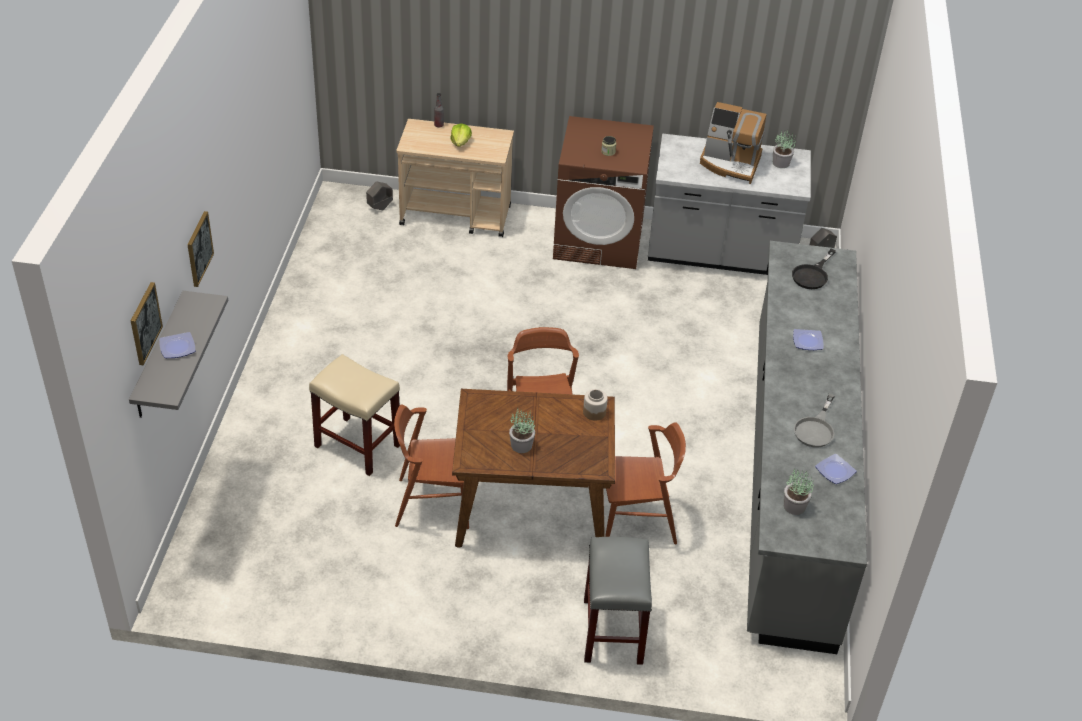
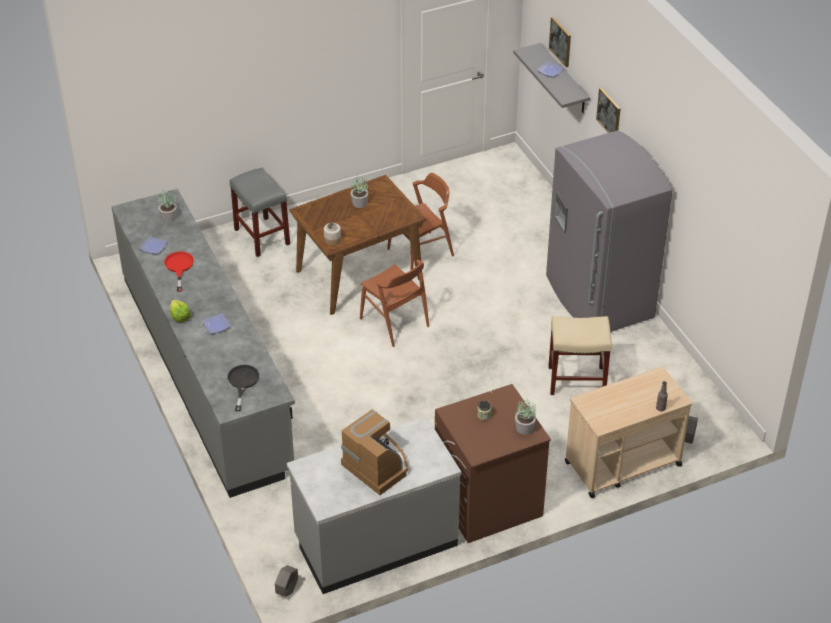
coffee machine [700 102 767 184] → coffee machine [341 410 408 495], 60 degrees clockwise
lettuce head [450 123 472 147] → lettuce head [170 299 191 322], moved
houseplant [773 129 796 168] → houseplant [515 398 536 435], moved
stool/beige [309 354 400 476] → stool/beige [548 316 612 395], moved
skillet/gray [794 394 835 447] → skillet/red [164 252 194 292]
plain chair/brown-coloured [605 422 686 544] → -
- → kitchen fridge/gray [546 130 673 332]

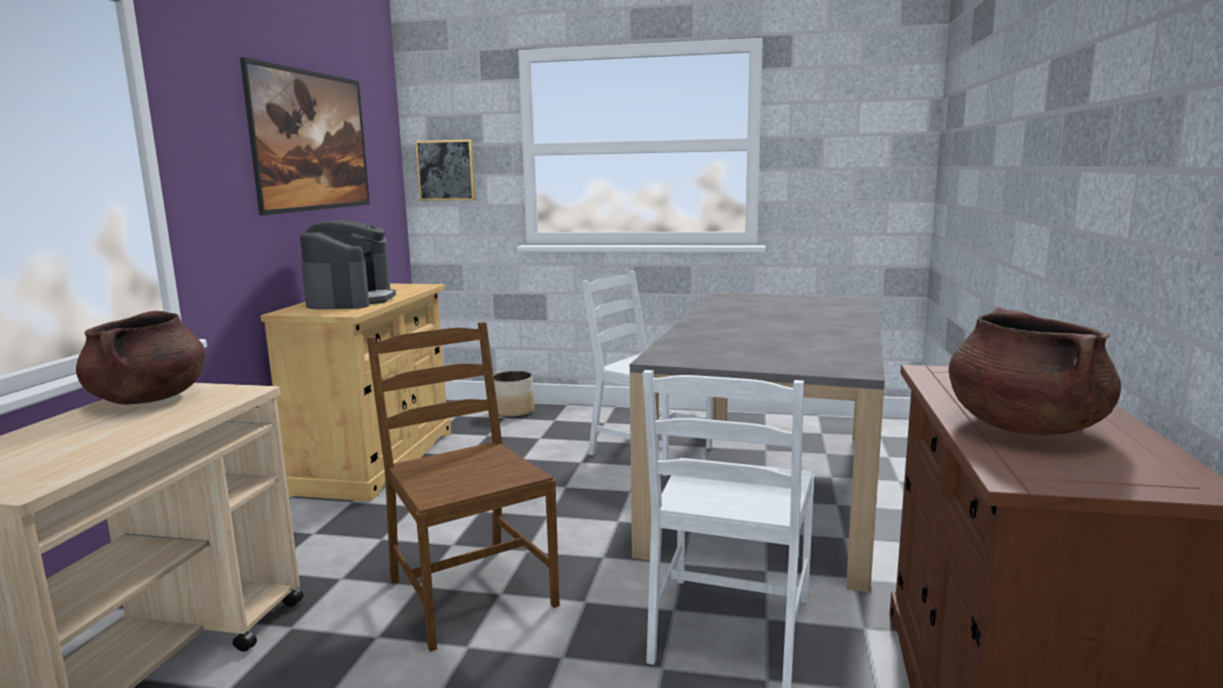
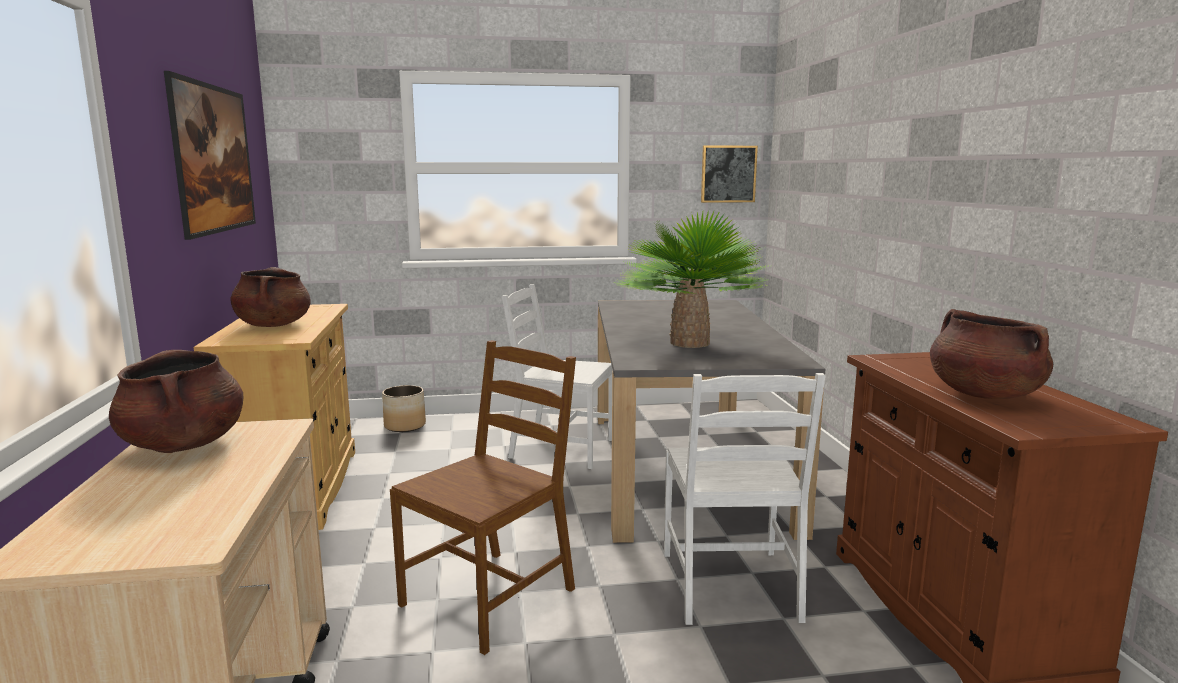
wall art [415 139 476 201] → wall art [701 145 758 203], moved
coffee machine [300 220 396 309] → saucepot/brown-coloured [230 267 310 327]
plain chair/brown-coloured [367 322 560 652] → plain chair/brown-coloured [390 340 576 655], 90 degrees clockwise
- → houseplant [615 210 772 348]

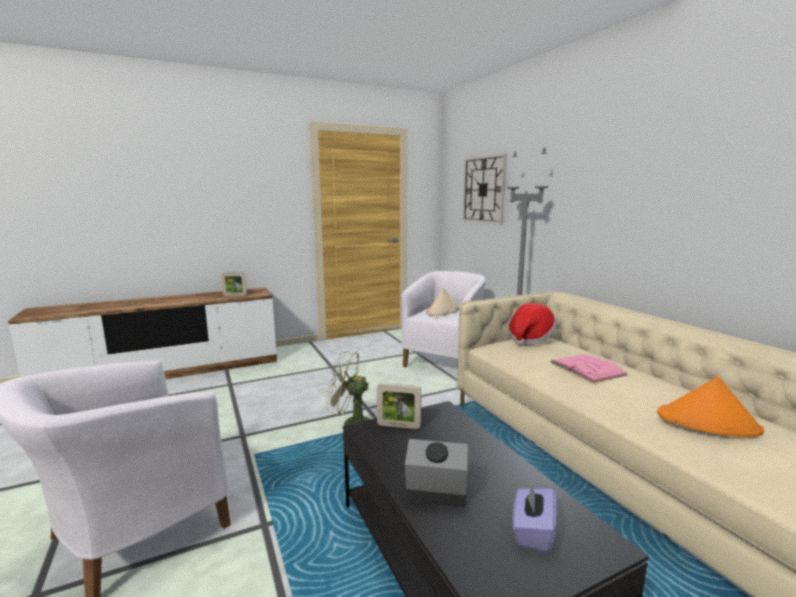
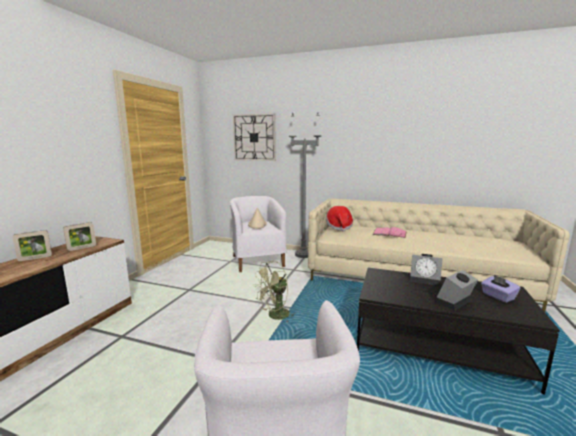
wearable hat/orange [657 376 764 437] → -
standing frame [377 383 421 429] → standing frame [12 230 52 261], moved
- → bedside clock [410 254 443 286]

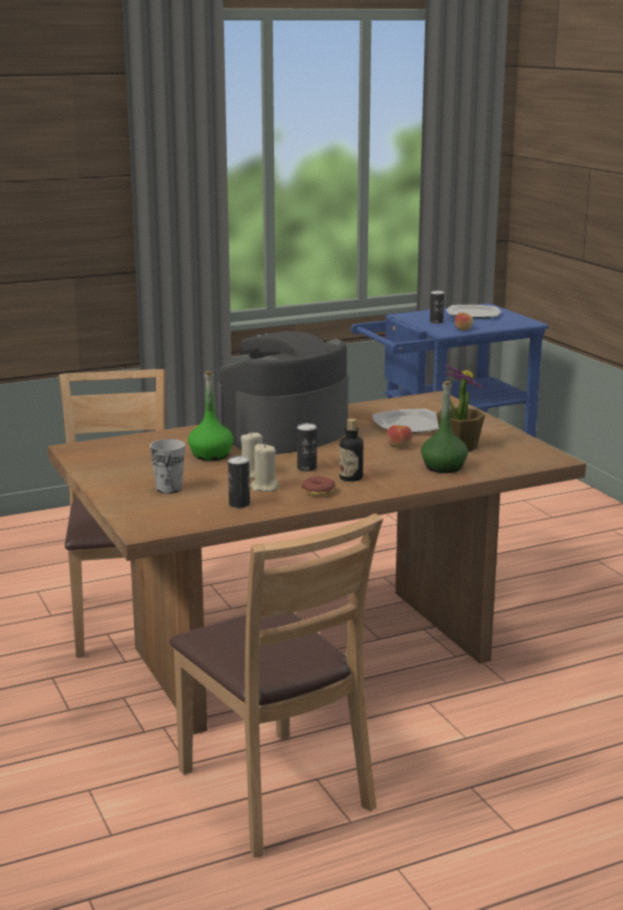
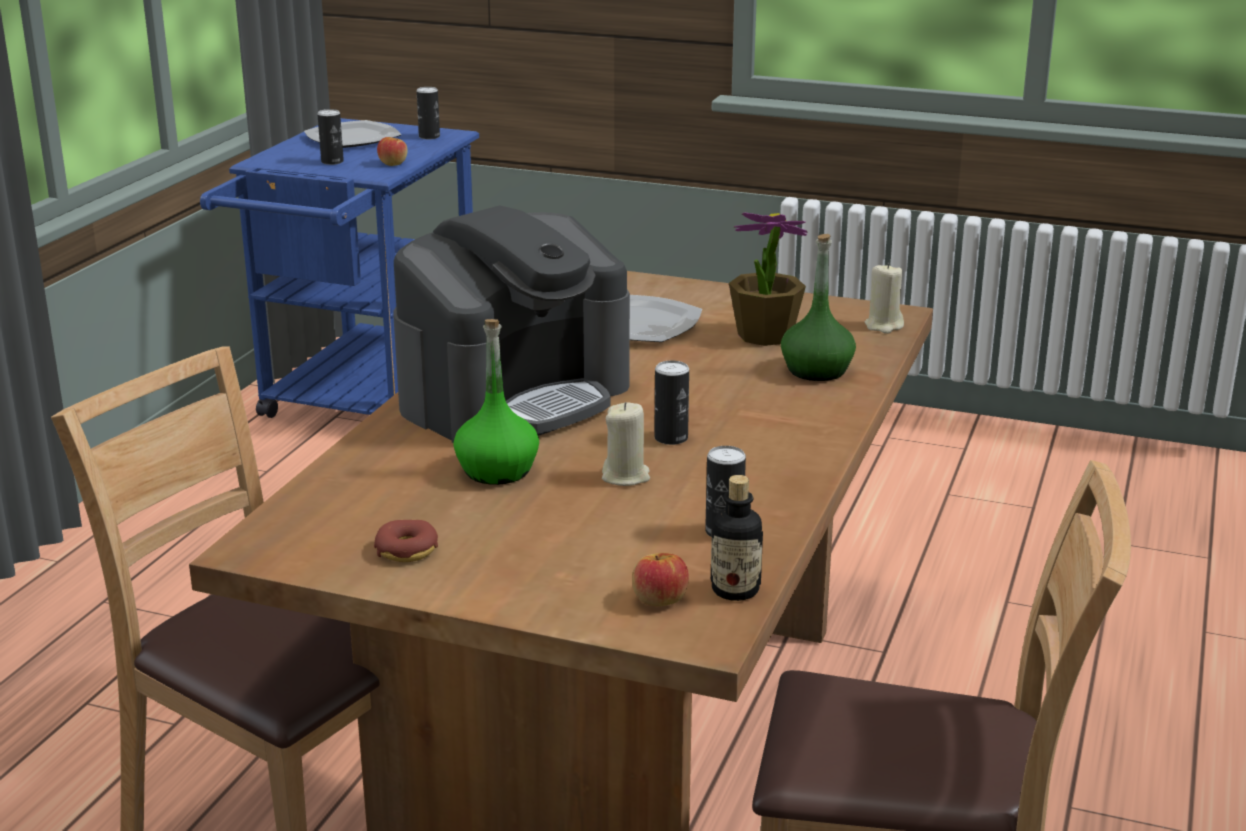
coffee machine [218 331 348 454] → coffee machine [393 205 630 443], 135 degrees counterclockwise
drink bottle [339 419 363 482] → drink bottle [711 475 763 601], moved
whole apple [386 425 412 448] → whole apple [632 553 689 606], moved
drinking cup [150 439 185 494] → -
candle/beige [251 443 279 492] → candle/beige [865 263 904 334], moved
donut [302 476 335 496] → donut [374 520 438 562], moved
- → can [417 87 440 139]

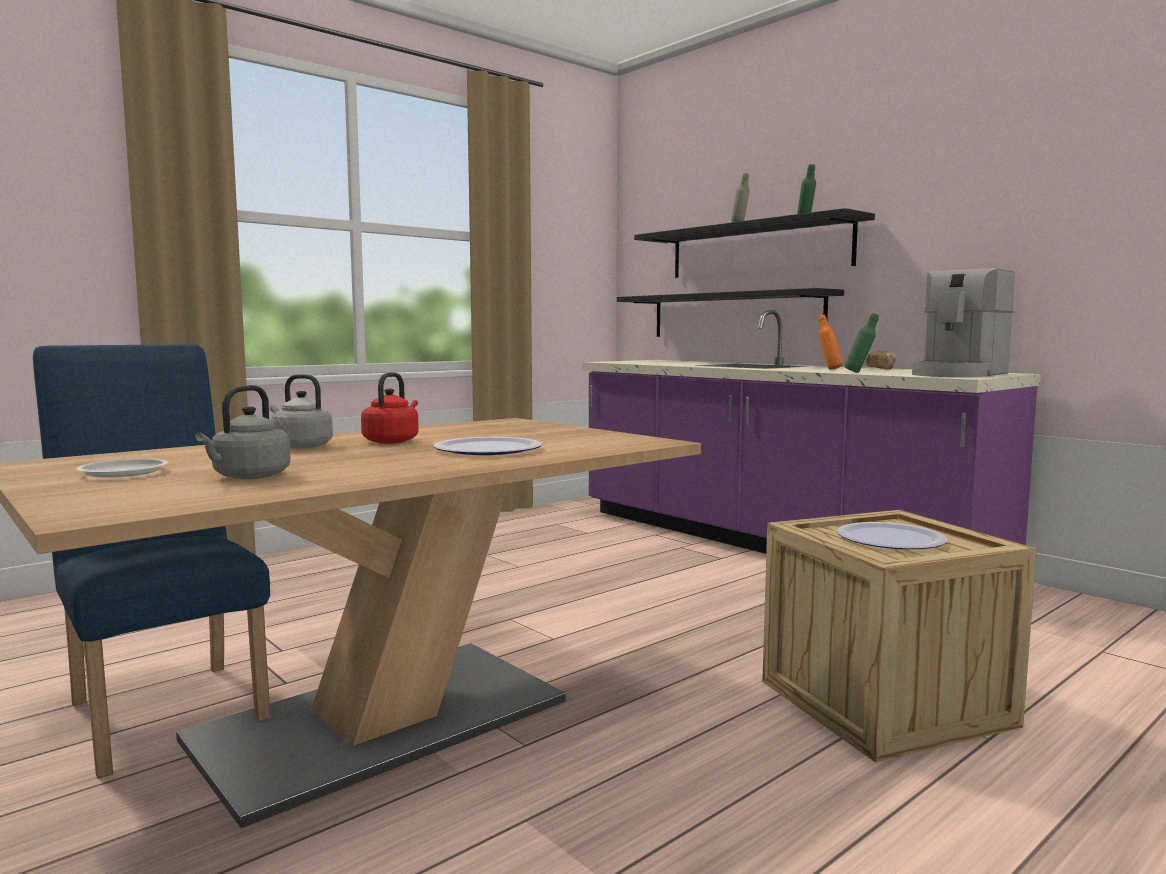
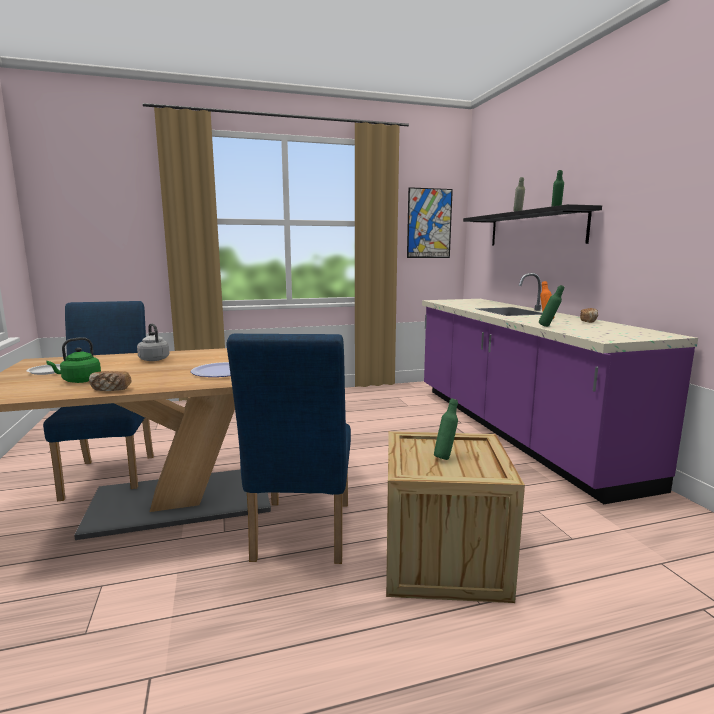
coffee machine [909 268 1015 377] → -
shelf/black [617 288 844 337] → -
kettle/red [361 373 419 444] → -
kettle/gray [195 385 291 479] → kettle/green [46 337 101 383]
plate [837 522 948 549] → drink bottle/green [434 398 458 460]
- → wall art [407 187 453 258]
- → plain chair/blue-coloured [226 334 351 564]
- → baked bread [89 371 131 391]

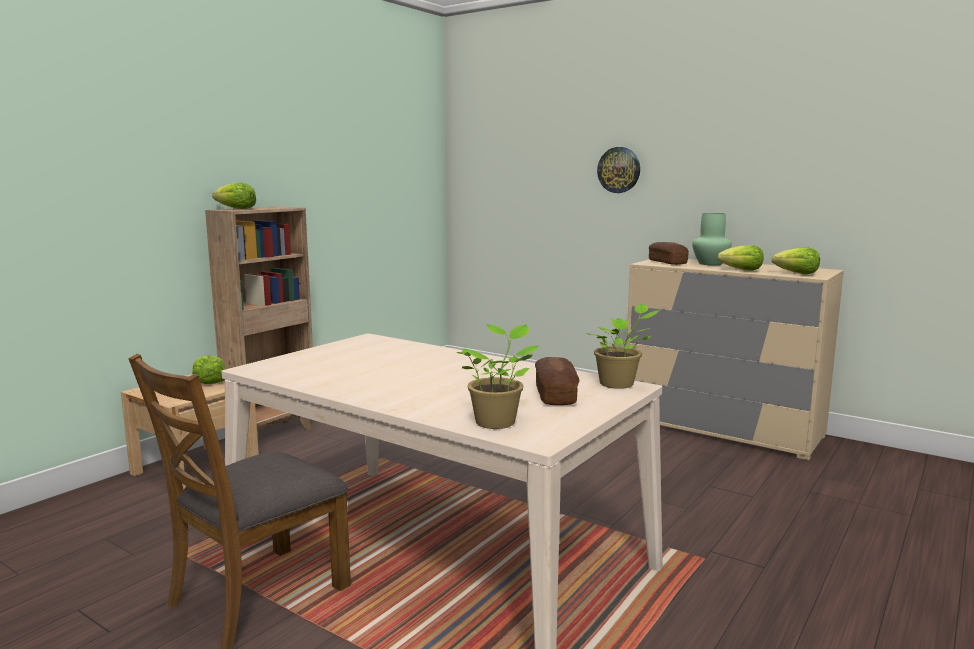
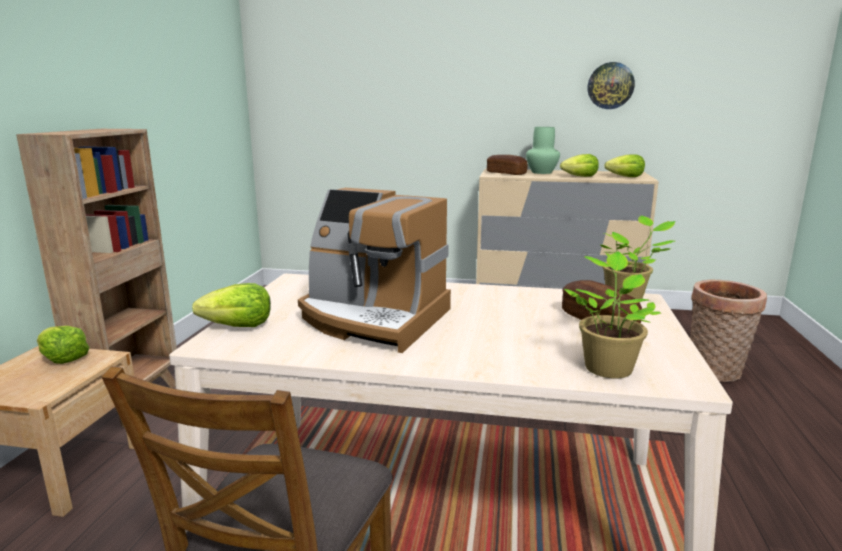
wall clock [597 147 640 193] → wall clock [588 62 635 109], moved
lettuce head [212 183 256 209] → lettuce head [192 283 271 327], moved
- → coffee machine [298 188 451 353]
- → basket [690 280 767 382]

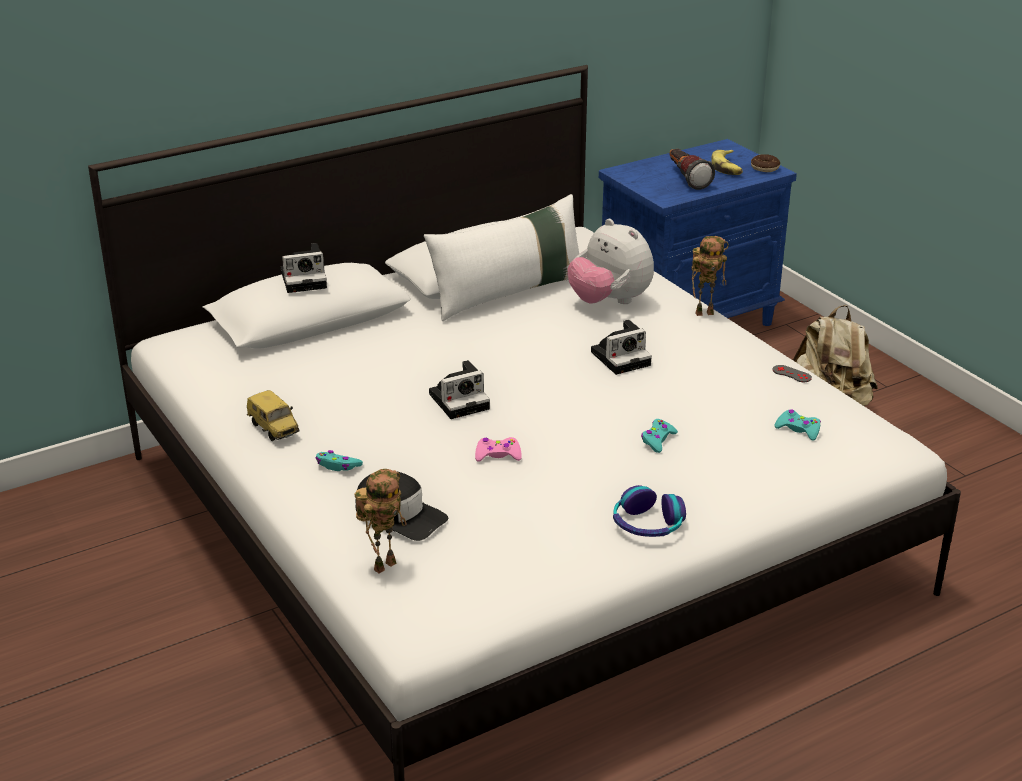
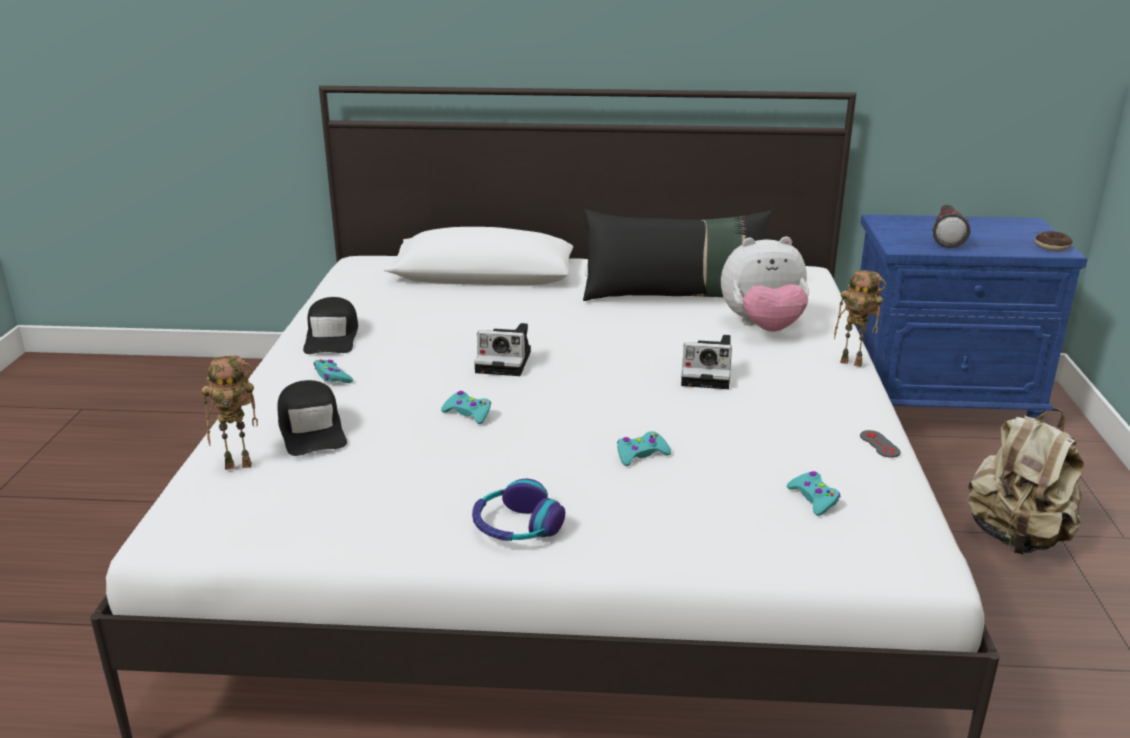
banana [711 150 743 175] → -
pillow/whitish [424 194 579 321] → pillow/black [583 209 771 301]
plush toy [567 219 654 304] → plush toy [721 236 809 332], 90 degrees counterclockwise
still camera [281 243 327 293] → -
miniature car [247 390 299 441] → cap/black [303 297 358 354]
joypad/pink-coloured [475 437 522 462] → joypad/turquoise [441 391 492 424]

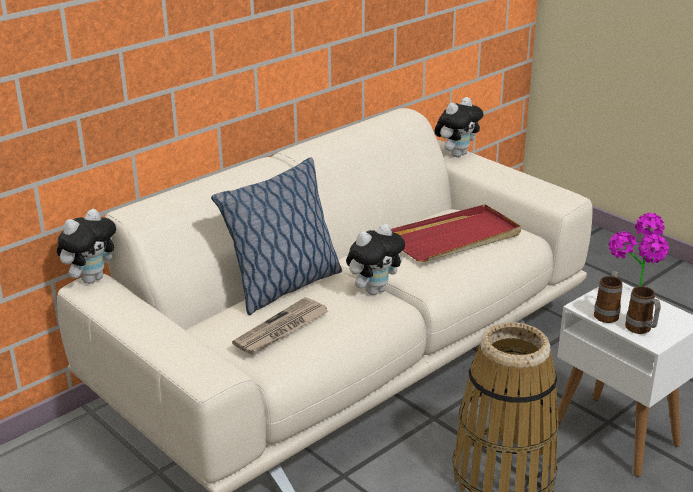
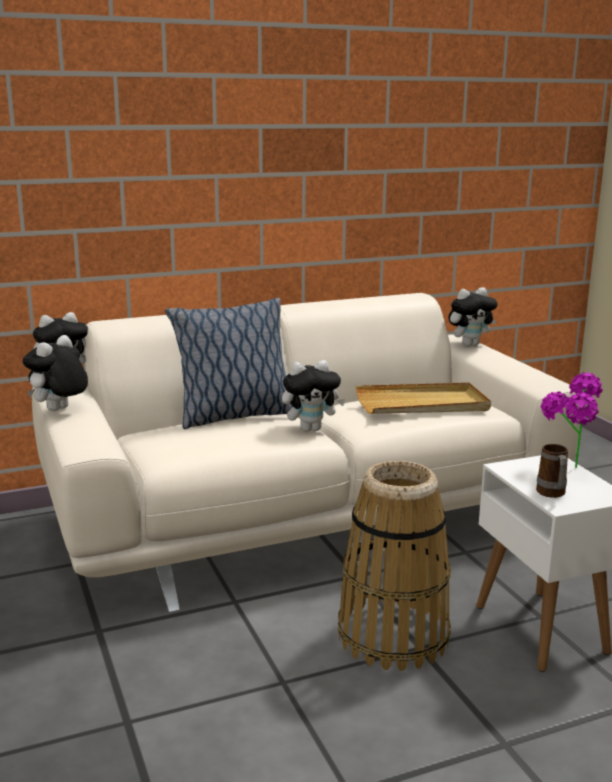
carrying tray/red [391 204 521 262] → carrying tray/beige [356 382 491 414]
coffee mug [594 271 623 323] → -
printed paper [232 297 328 355] → -
- → plush toy [22 335 88 411]

